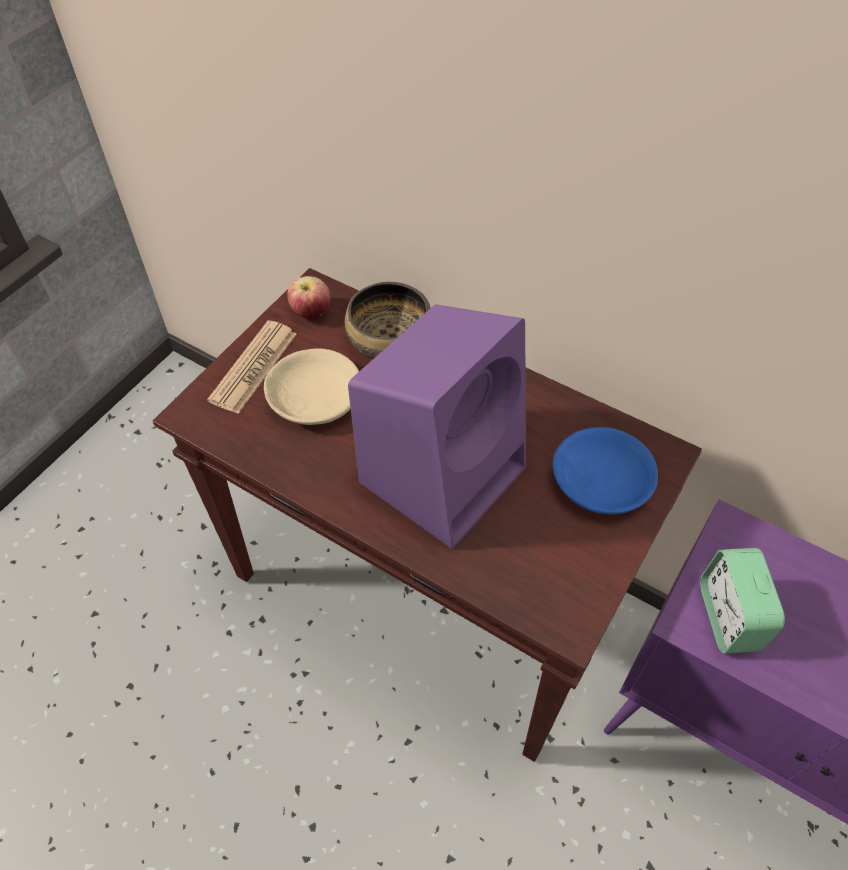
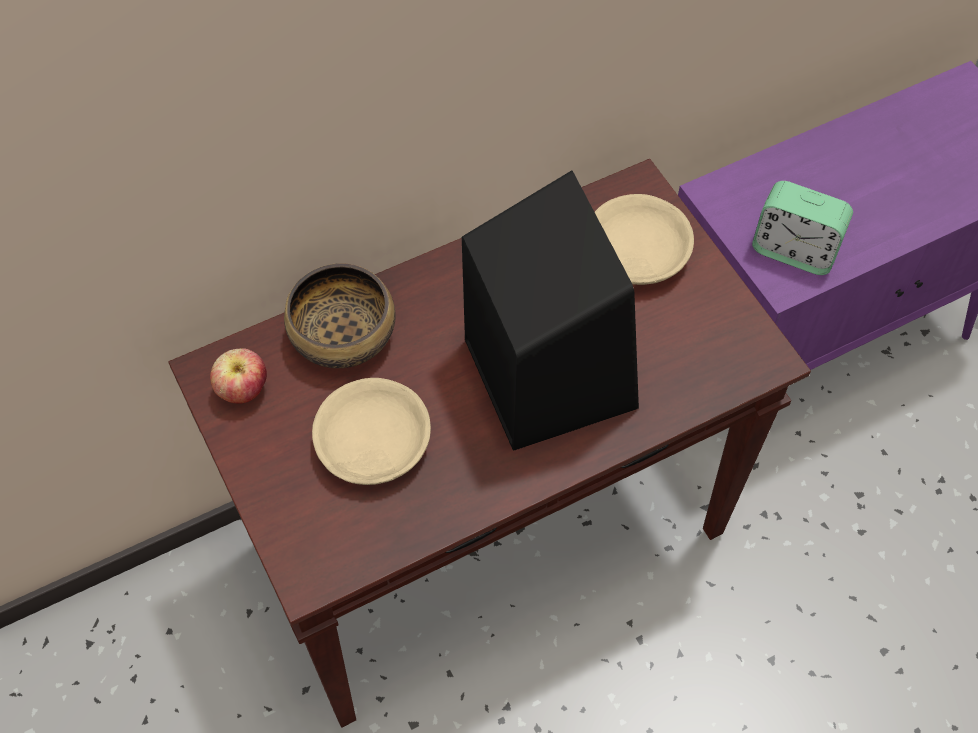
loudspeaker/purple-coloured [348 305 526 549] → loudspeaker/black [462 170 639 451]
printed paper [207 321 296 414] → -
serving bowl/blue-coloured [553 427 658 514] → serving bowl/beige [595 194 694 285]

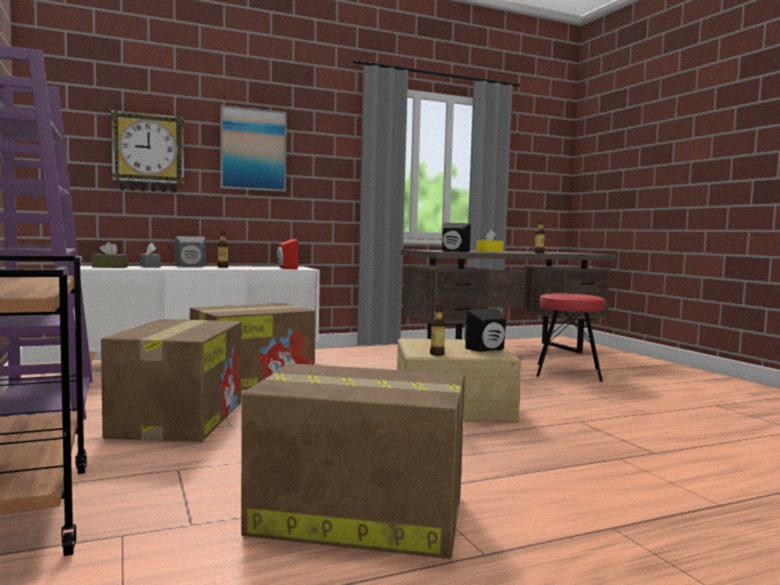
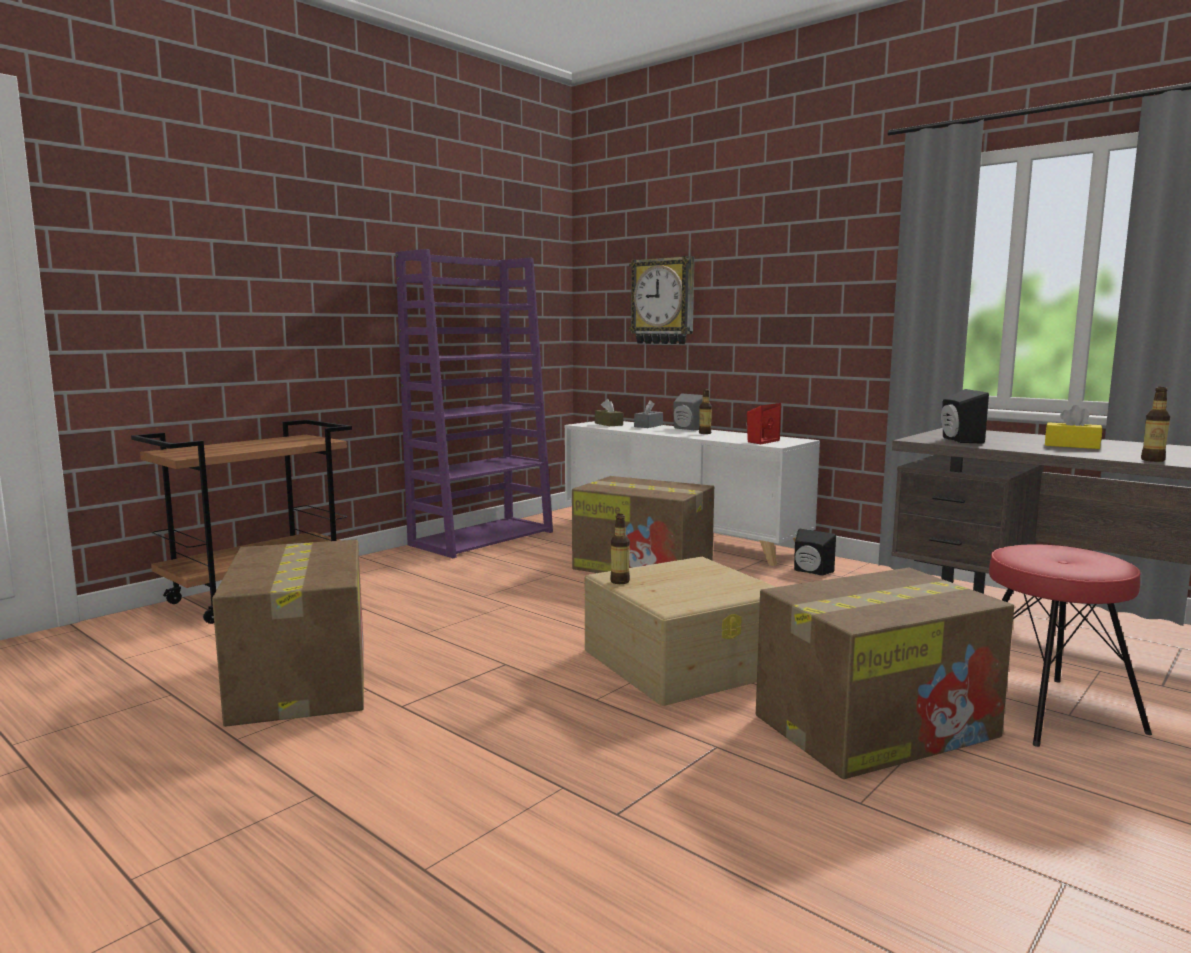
wall art [220 105 287 192] → -
loudspeaker/black [465 309 506 352] → loudspeaker/black [794 529 836 576], moved
carton [101 319 242 442] → carton [756 568 1014 779], moved

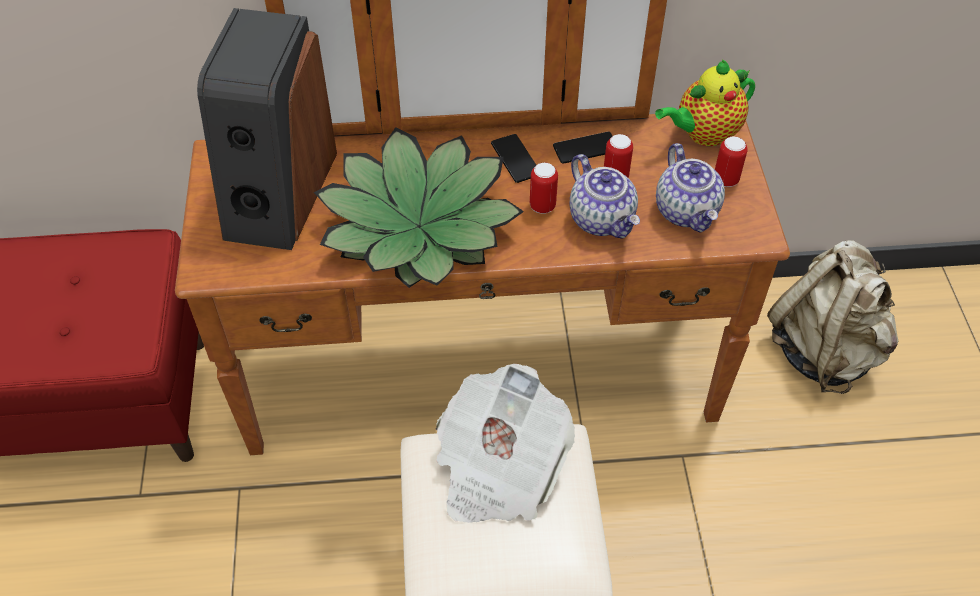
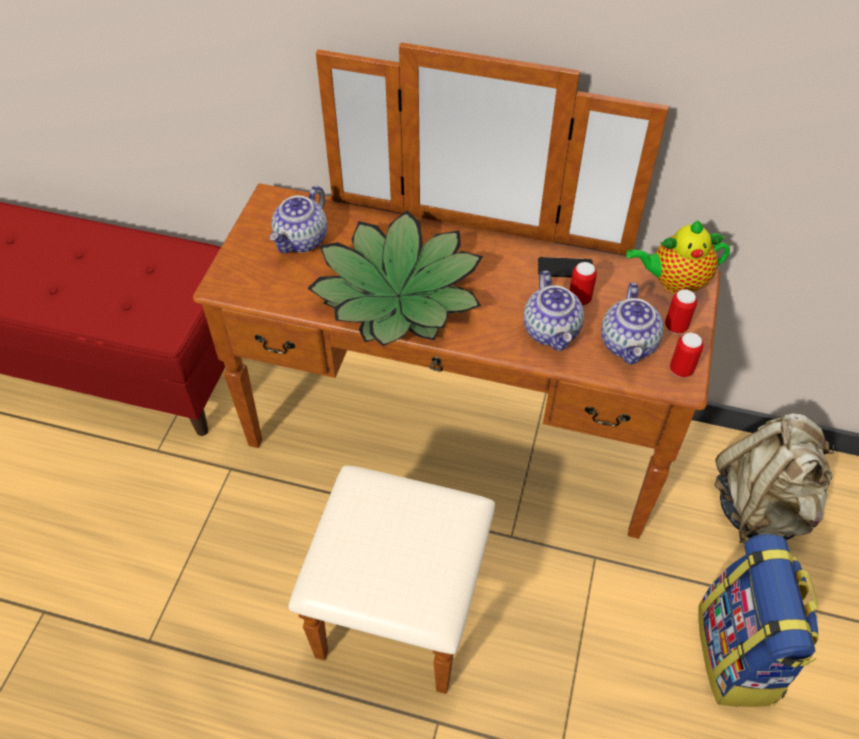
loudspeaker [197 8 337 250] → teapot [270 186 327 253]
handset [491 134 536 183] → -
can [530 162 558 214] → can [670 332 703 378], moved
printed paper [436 364 575 523] → -
- → backpack [698 534 818 707]

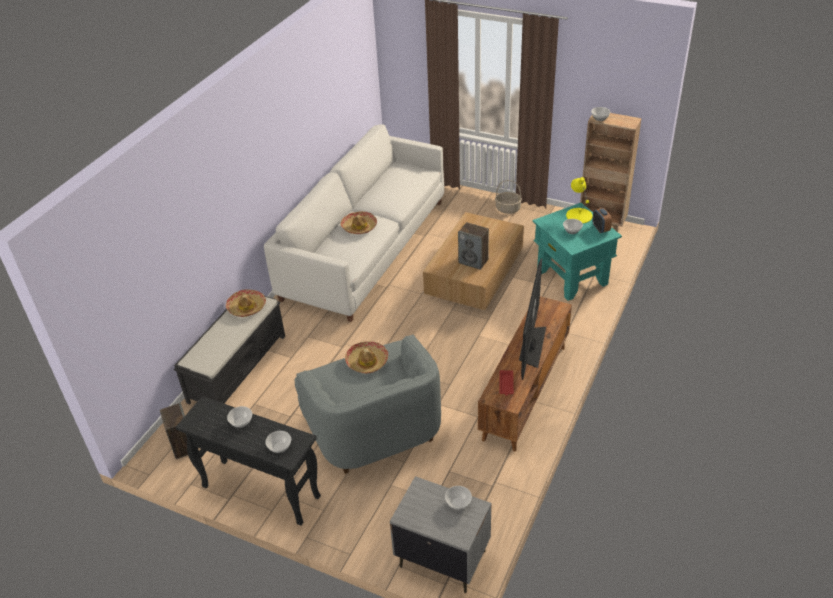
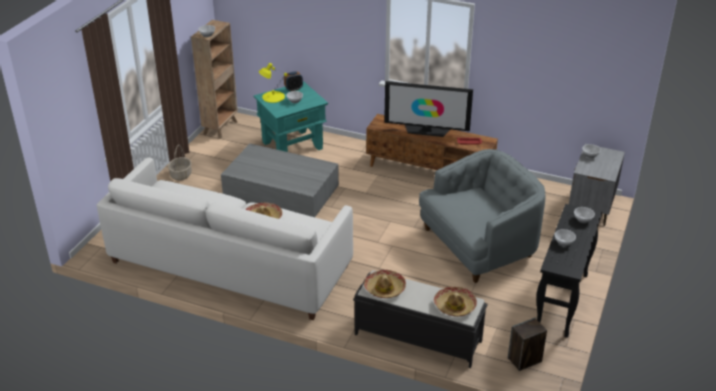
low table/brown-coloured [423 212 524 310] → low table/gray [221 143 339 217]
loudspeaker [458 222 489 270] → -
wearable hat [345 341 388 374] → wearable hat [434 287 477 317], moved

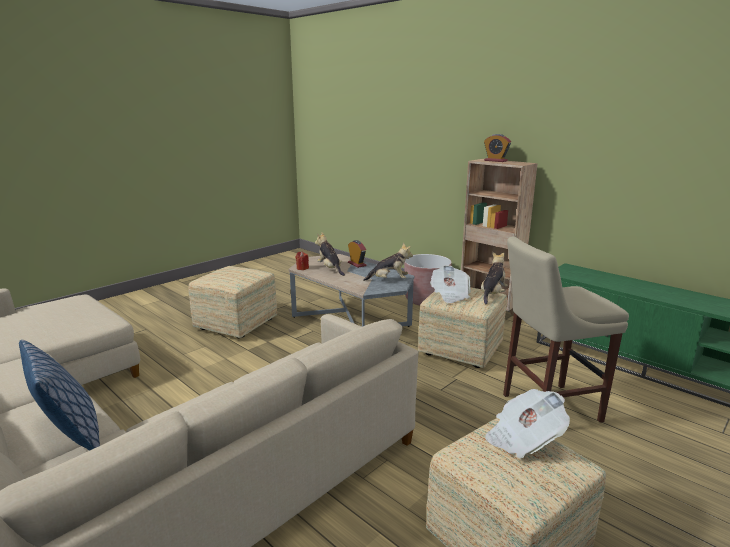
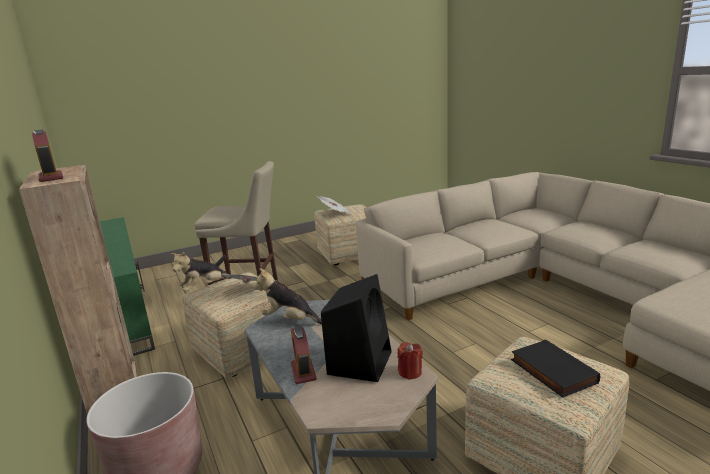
plush toy [315 232 345 276] → loudspeaker/black [321 274 392 382]
pillow [19 340 100 451] → -
- → bound book/black [511 339 600 398]

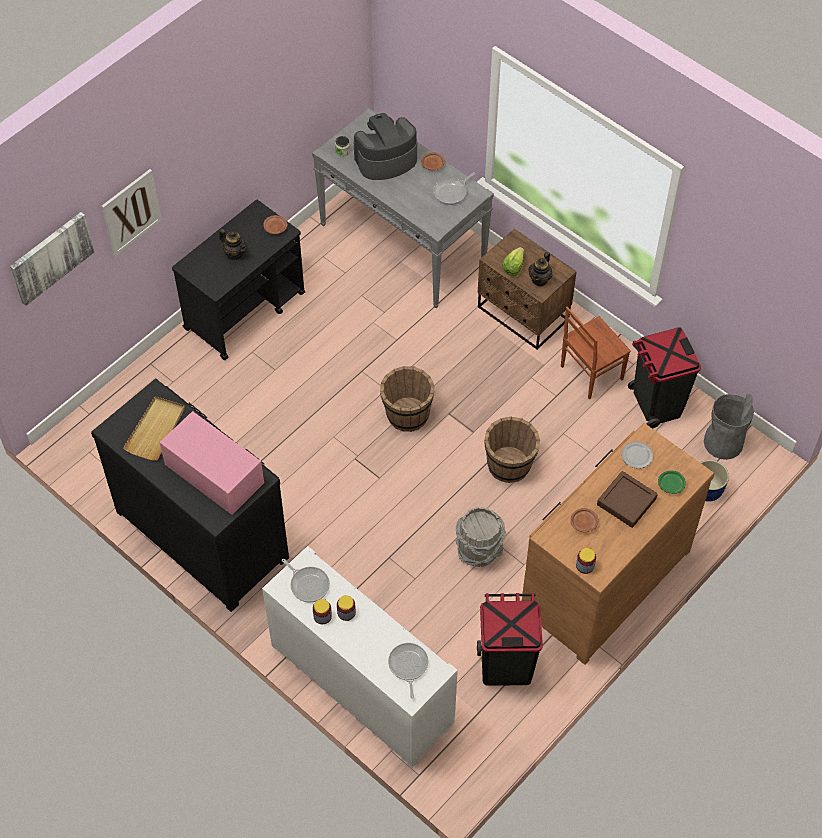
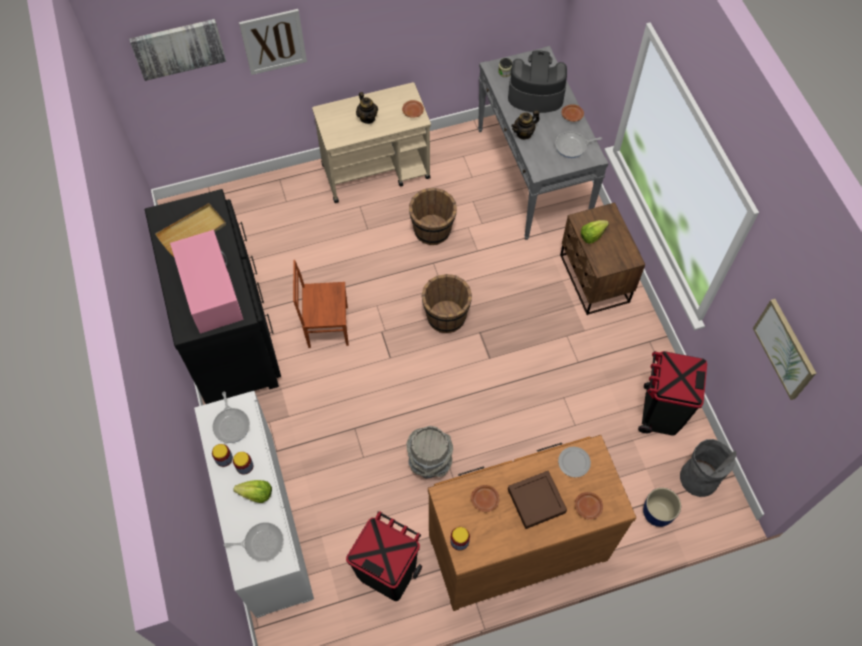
cart/black [172 200 305 360] → cart/beige [312 82 431 203]
teapot [528 252 552 286] → teapot [511 110 540 140], moved
plain chair/brown-coloured [561 307 631 399] → plain chair/brown-coloured [293 260 349 348], moved
bucket/brown-coloured [484 417 540 483] → bucket/brown-coloured [409 188 457 245], moved
plate/green [658 471 686 494] → plate/brown-coloured [575 492 603 520]
skillet [388 643 428 699] → skillet [224 522 284 561], 60 degrees clockwise
- → wall art [753 299 816 400]
- → lettuce head [233 480 272 503]

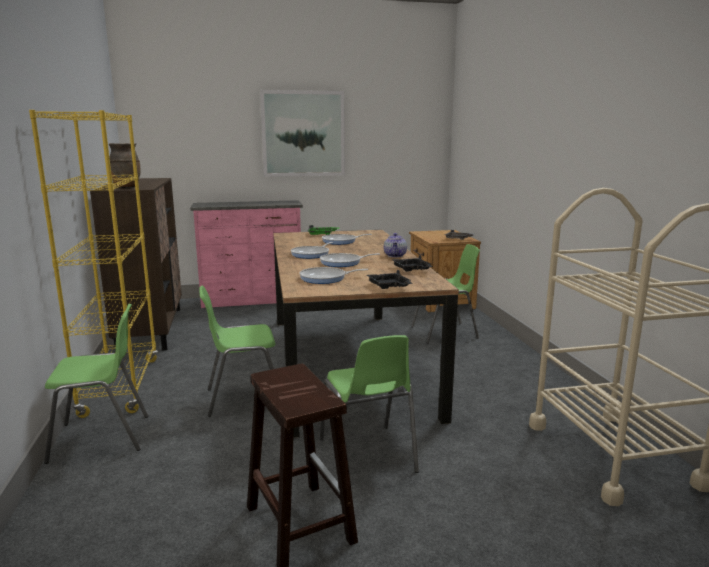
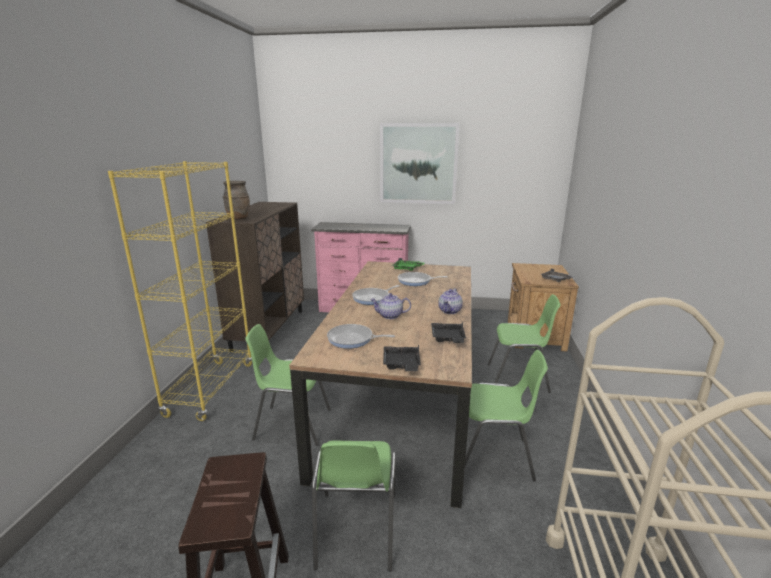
skillet [320 253 380 267] → teapot [370 293 411 319]
plain chair/green [44 304 148 464] → plain chair/green [465 350 548 482], moved

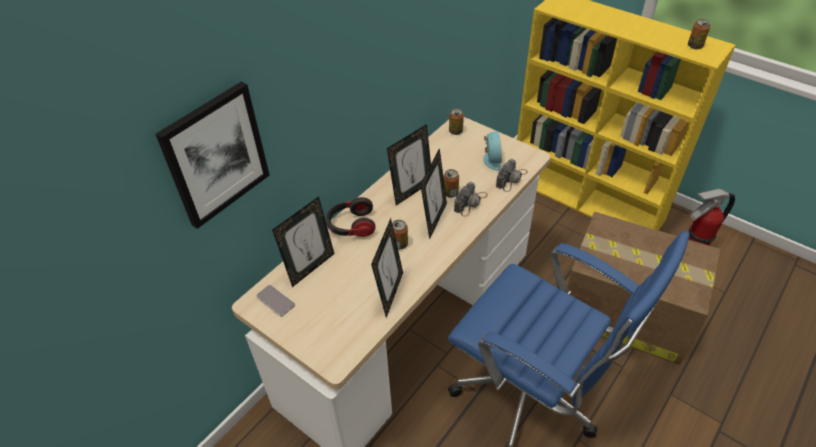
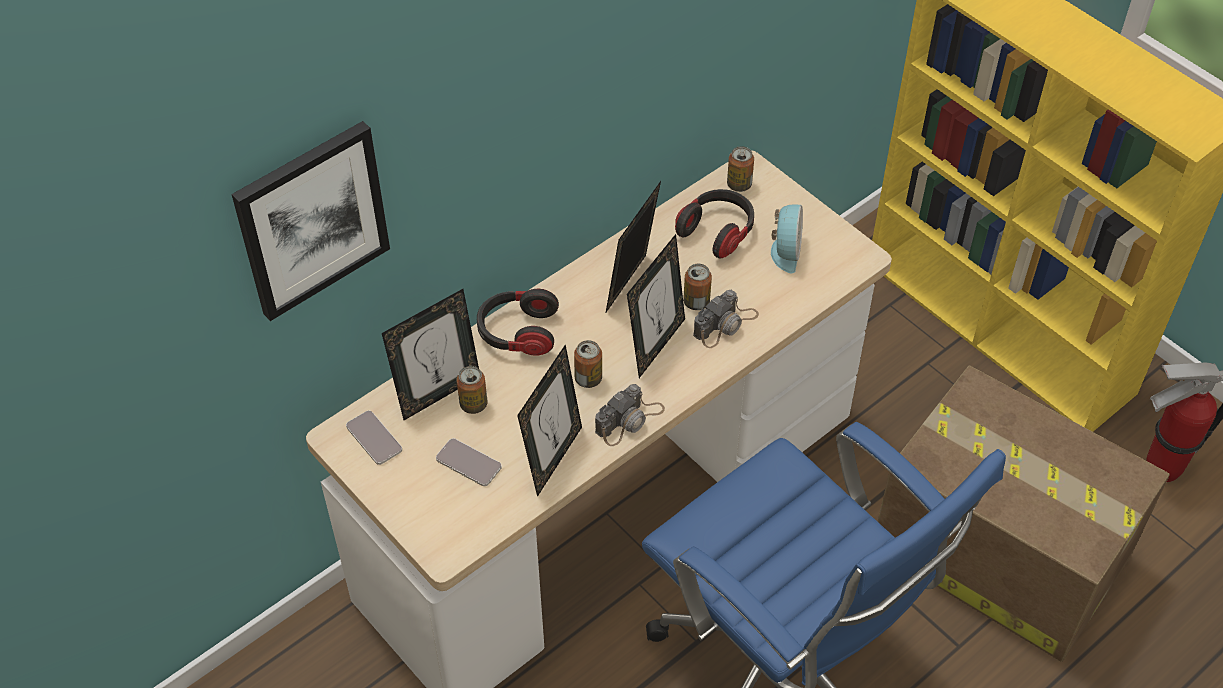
can [688 19 710 49] → can [457 366 488 414], moved
standing frame [387 124 431 206] → standing frame [605 181 661 314], 150 degrees clockwise
still camera [496 159 528 192] → still camera [595 384 665 446], moved
- → headset [675 189 754 259]
- → handset [436 438 502 486]

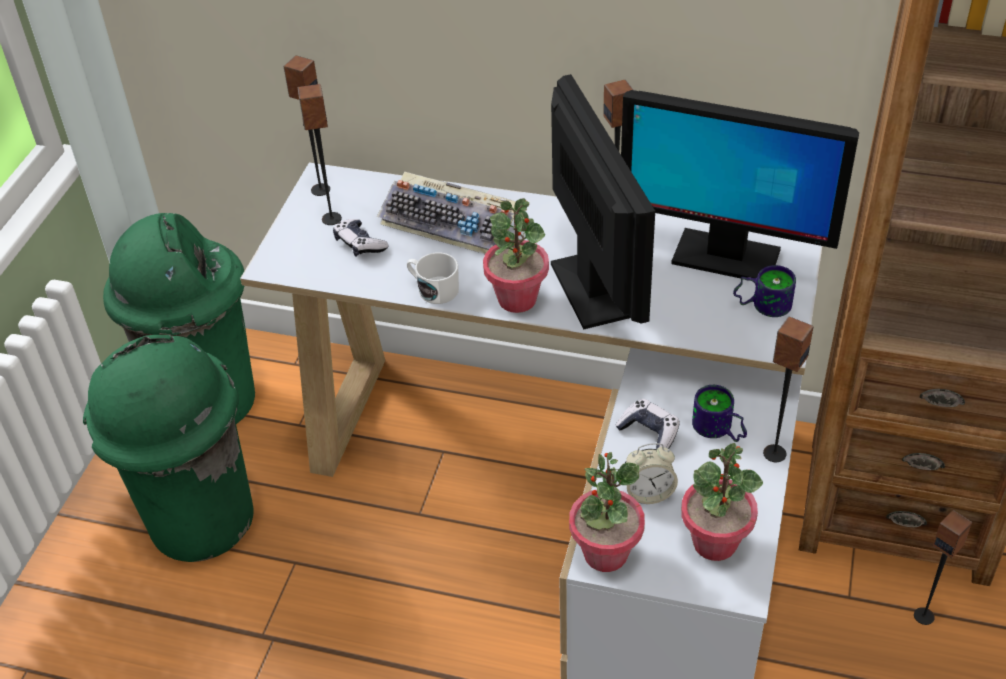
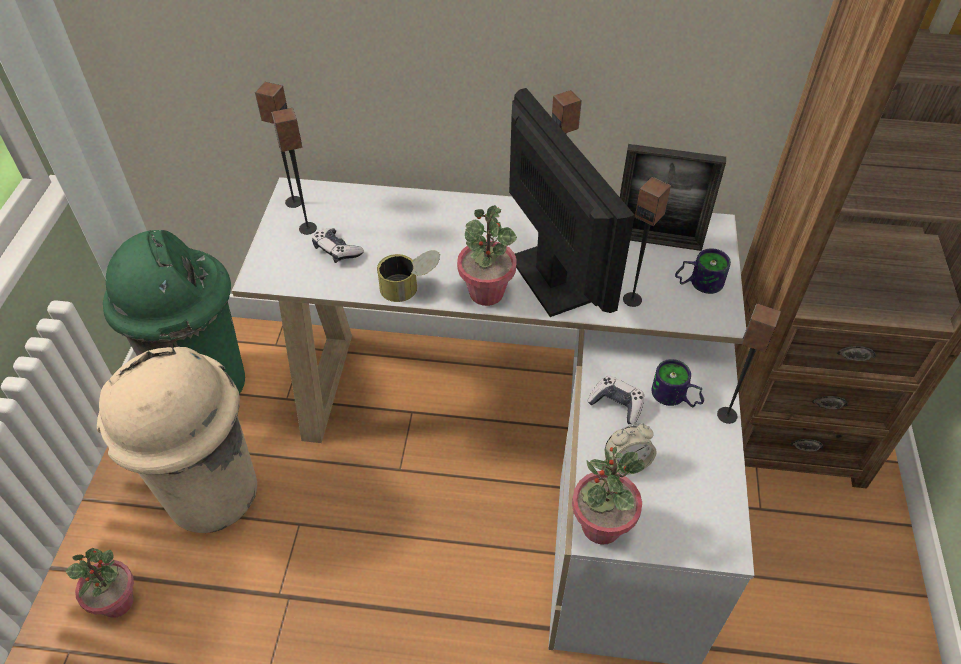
computer display [621 90 859 278] → standing frame [620 144 726 251]
computer keyboard [377 171 516 254] → -
coffee mug/whitish [407 252 459 304] → can [377 250 440 302]
waste bin/green [83 335 254 562] → waste bin/beige [97 347 257 533]
houseplant [681 443 763 561] → houseplant [66 548 134 618], moved
loudspeaker [914 510 972 625] → loudspeaker [623 177 671 307], moved

